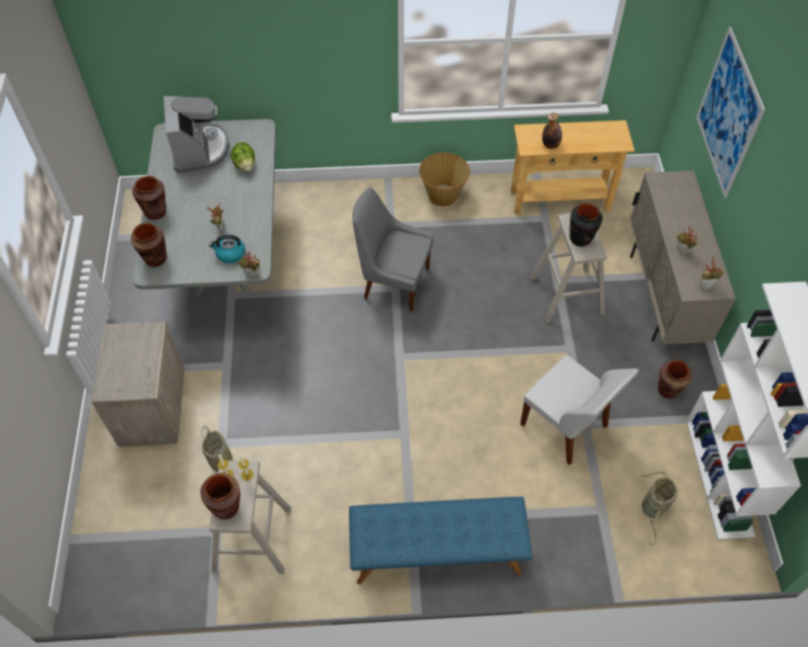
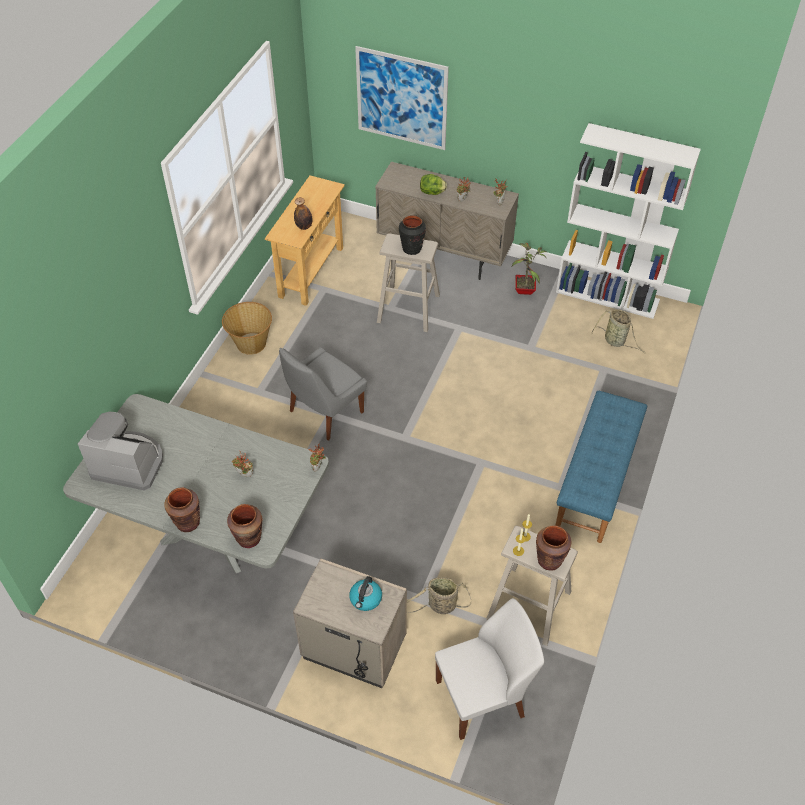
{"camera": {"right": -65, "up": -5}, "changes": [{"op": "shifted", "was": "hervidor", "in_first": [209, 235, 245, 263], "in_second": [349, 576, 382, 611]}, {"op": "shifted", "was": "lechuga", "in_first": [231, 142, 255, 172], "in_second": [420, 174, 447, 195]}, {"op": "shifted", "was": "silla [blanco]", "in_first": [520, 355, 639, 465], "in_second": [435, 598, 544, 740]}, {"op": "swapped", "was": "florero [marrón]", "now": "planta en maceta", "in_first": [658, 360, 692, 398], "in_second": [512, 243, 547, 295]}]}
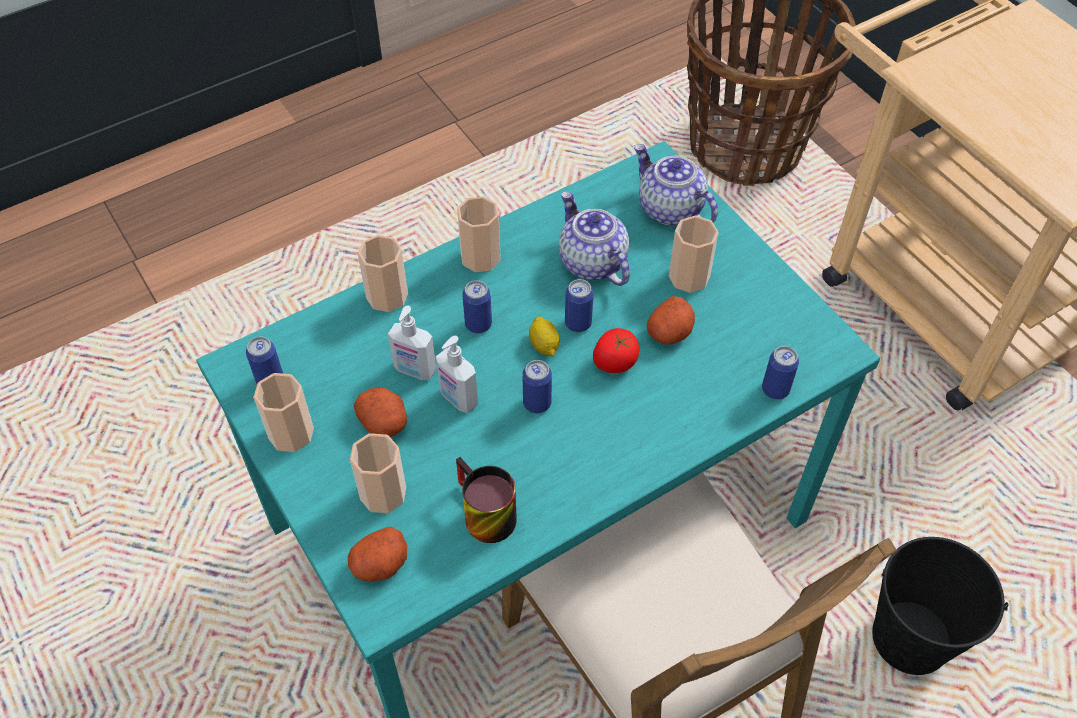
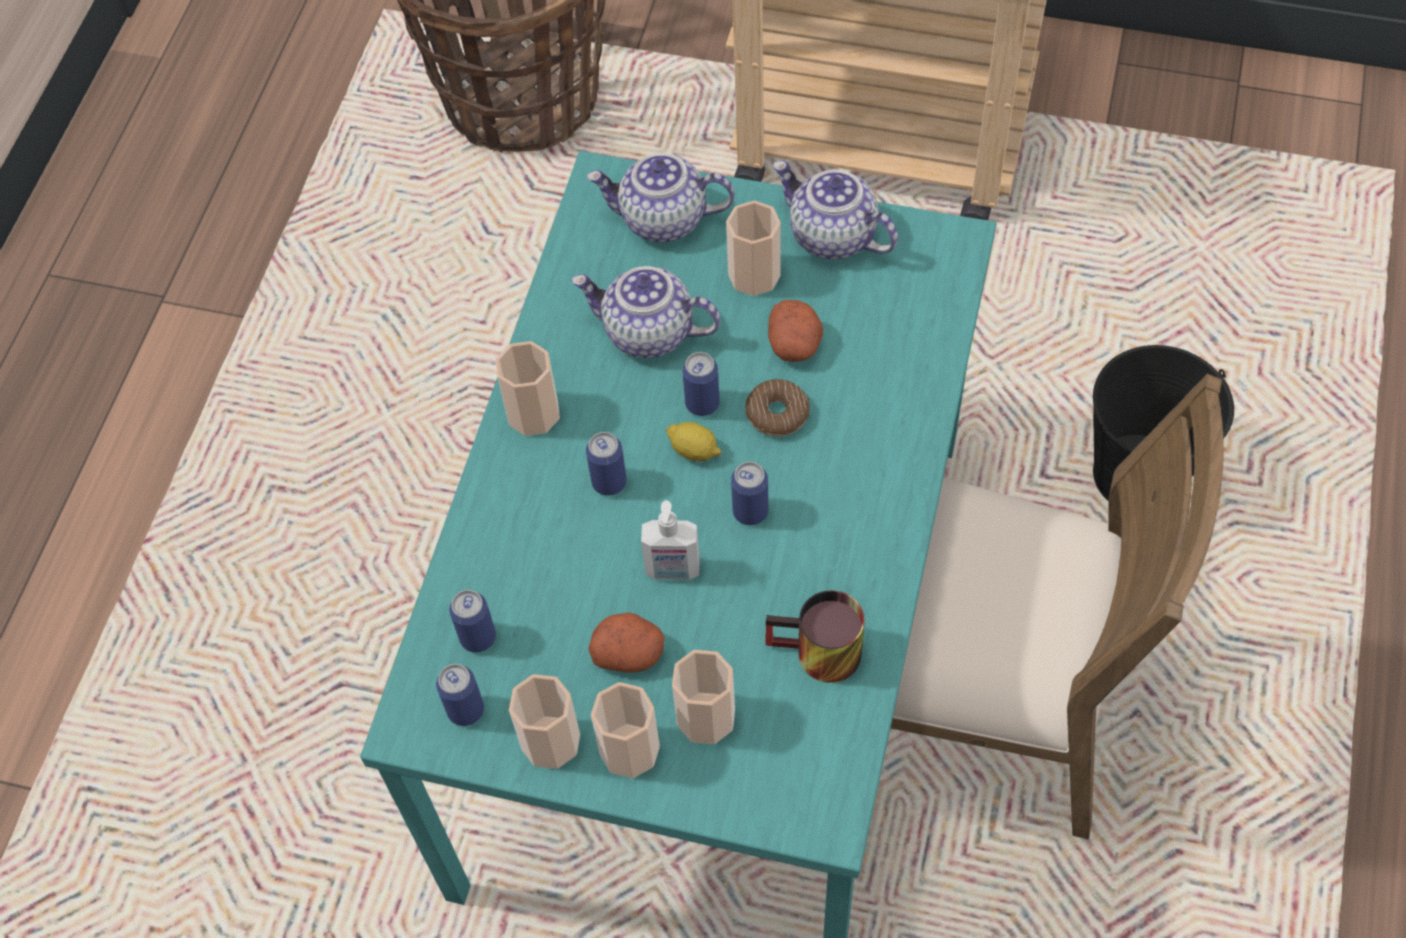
{"camera": {"right": -40, "up": 5}, "changes": [{"op": "gone", "was": "patata", "in_first": [348, 527, 407, 581]}, {"op": "shifted", "was": "taza", "in_first": [358, 235, 408, 312], "in_second": [591, 682, 660, 778]}, {"op": "gone", "was": "dispensador de jabón", "in_first": [388, 305, 436, 380]}, {"op": "swapped", "was": "tomate", "now": "rosquilla", "in_first": [593, 328, 639, 373], "in_second": [746, 379, 810, 436]}, {"op": "shifted", "was": "lata", "in_first": [762, 346, 799, 399], "in_second": [449, 590, 496, 652]}, {"op": "new", "now": "tetera", "in_second": [772, 161, 898, 260]}]}
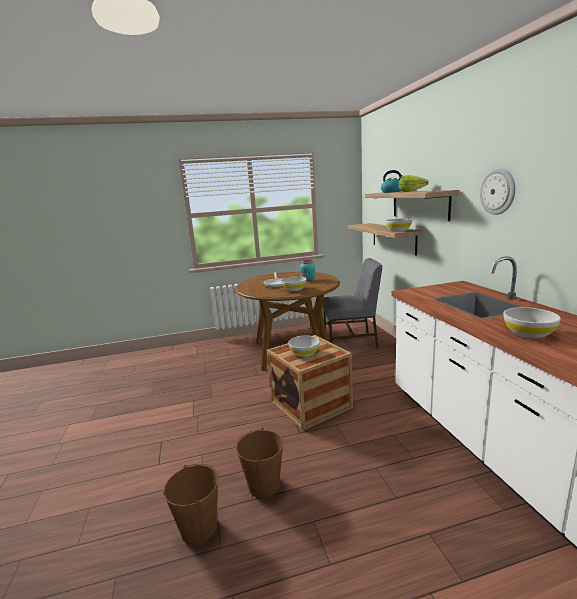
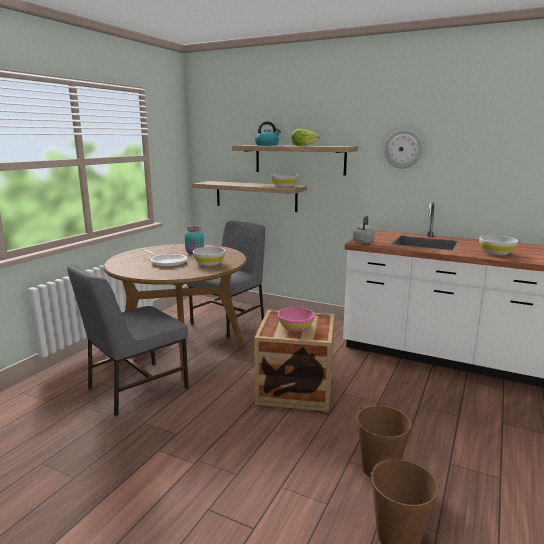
{"camera": {"right": -50, "up": 0}, "changes": [{"op": "repainted", "was": "cuenco [blanco]", "now": "cuenco [rosa]", "in_first": [288, 335, 320, 357], "in_second": [278, 307, 315, 332]}, {"op": "new", "now": "silla [gris]", "in_second": [67, 264, 189, 416]}, {"op": "new", "now": "hervidor [gris]", "in_second": [353, 216, 375, 244]}]}
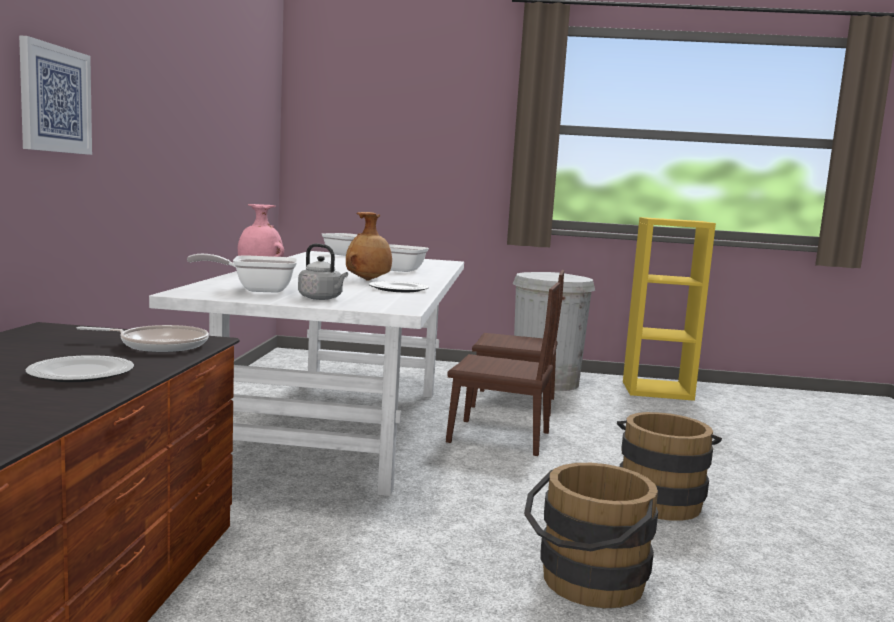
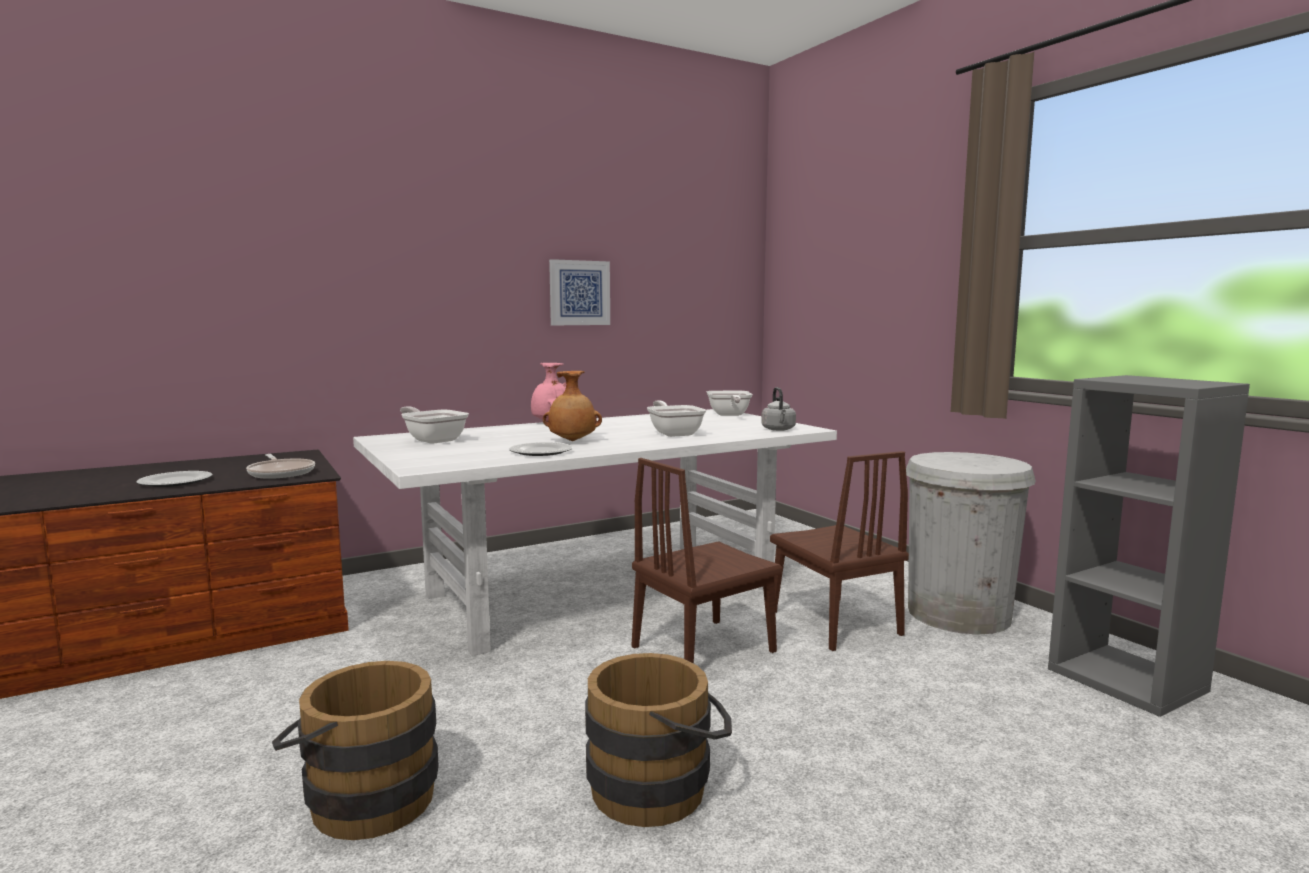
{"camera": {"right": 55, "up": 0}, "changes": [{"op": "shifted", "was": "cuadro", "in_first": [19, 35, 92, 155], "in_second": [549, 259, 610, 325]}, {"op": "shifted", "was": "hervidor [gris]", "in_first": [298, 243, 348, 300], "in_second": [761, 387, 796, 431]}, {"op": "rotated", "was": "silla [marrón]", "in_first": [446, 283, 560, 456], "in_second": [632, 458, 782, 663], "clockwise": 75}, {"op": "repainted", "was": "estantería [amarillo]", "now": "estantería [gris]", "in_first": [623, 217, 716, 401], "in_second": [1048, 375, 1250, 717]}]}
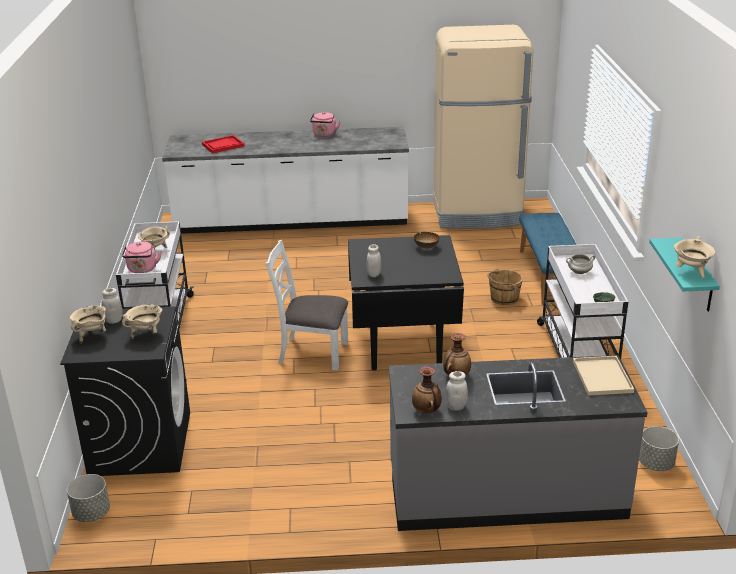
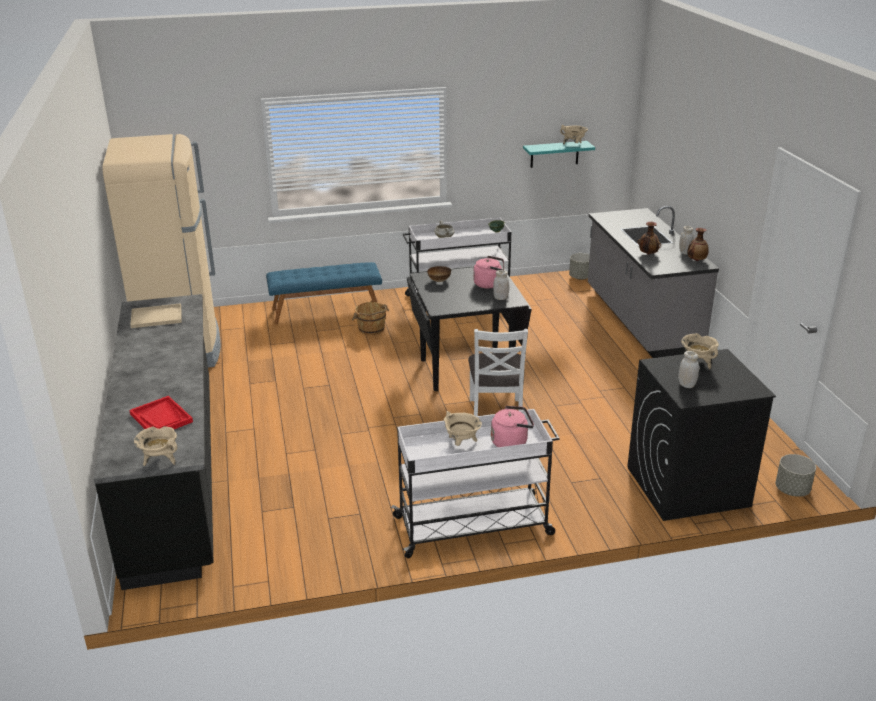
{"camera": {"right": -100, "up": 0}, "changes": [{"op": "shifted", "was": "olla [beis]", "in_first": [70, 306, 106, 343], "in_second": [134, 426, 177, 466]}, {"op": "repainted", "was": "mueble bajo de cocina [blanco]", "now": "mueble bajo de cocina [negro]", "in_first": [162, 127, 409, 234], "in_second": [94, 294, 214, 590]}, {"op": "shifted", "was": "hervidor [rosa]", "in_first": [310, 112, 340, 137], "in_second": [473, 256, 504, 288]}, {"op": "shifted", "was": "bandeja [beis]", "in_first": [573, 356, 634, 396], "in_second": [130, 303, 181, 328]}]}
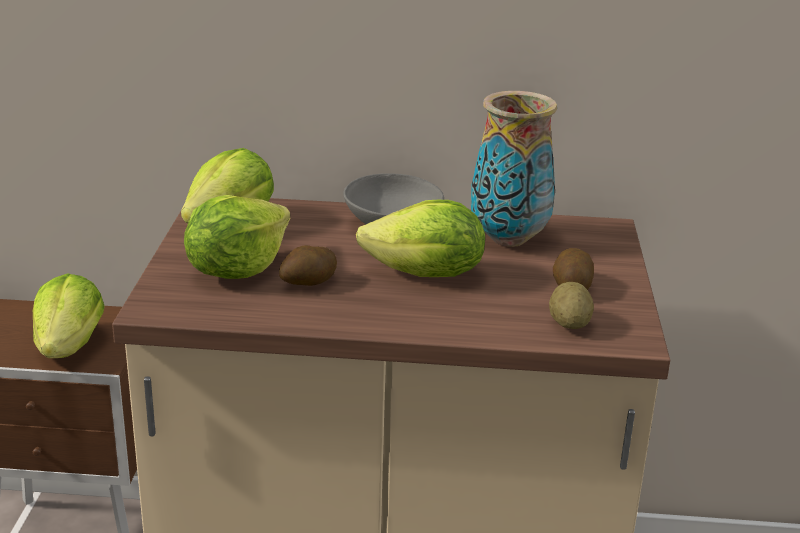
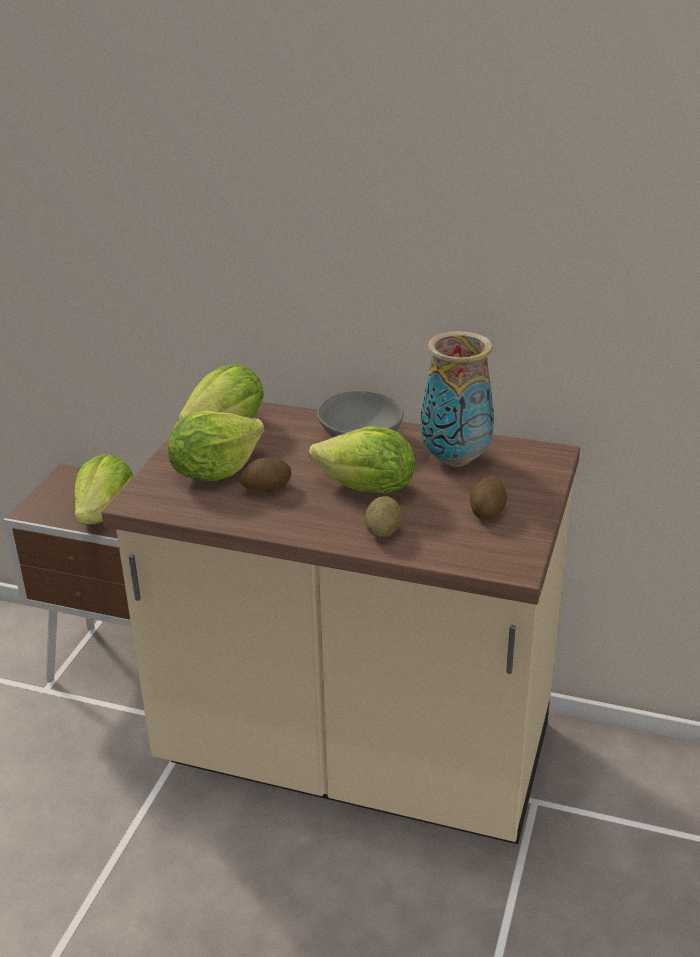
{"camera": {"right": 15, "up": 5}, "changes": [{"op": "shifted", "was": "patata", "in_first": [549, 282, 594, 329], "in_second": [365, 496, 402, 537]}]}
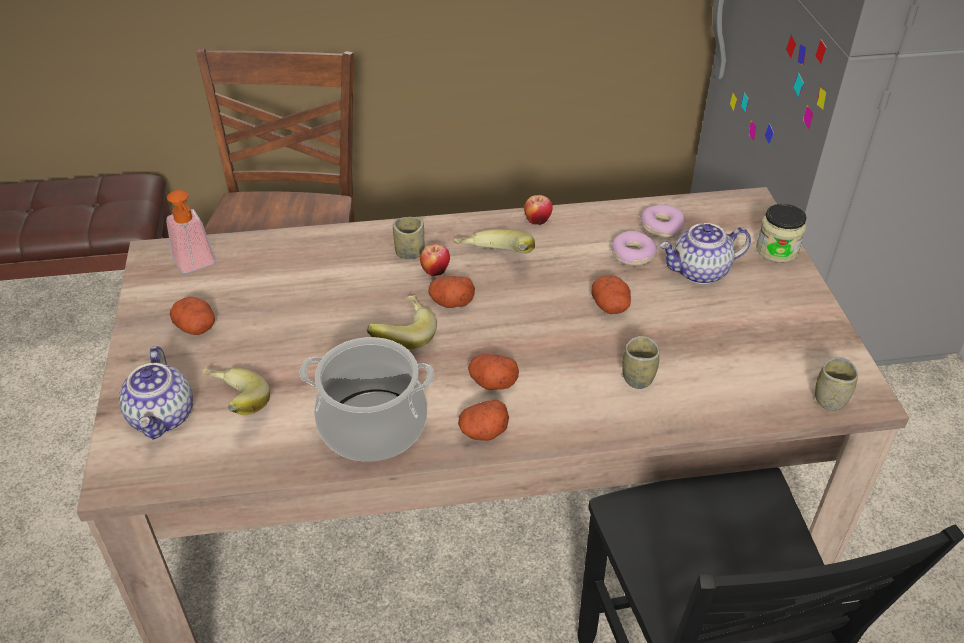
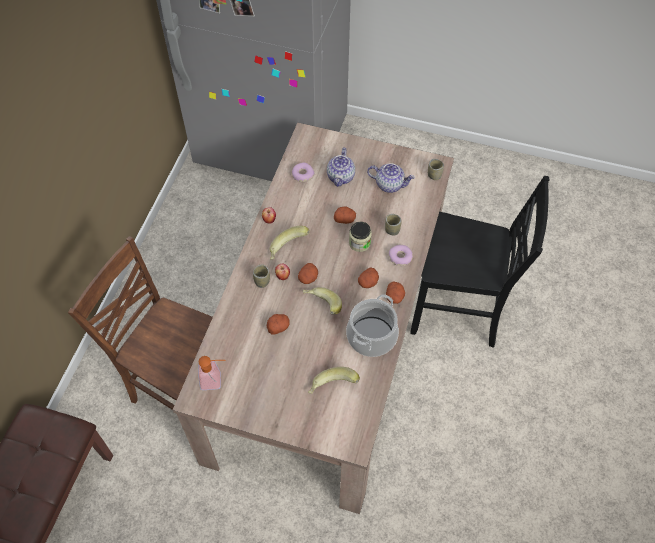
{"camera": {"right": -65, "up": 15}, "changes": [{"op": "shifted", "was": "tetera", "in_first": [119, 346, 193, 440], "in_second": [367, 163, 415, 193]}, {"op": "shifted", "was": "patata", "in_first": [170, 297, 215, 335], "in_second": [267, 314, 290, 335]}, {"op": "shifted", "was": "rosquilla", "in_first": [612, 231, 657, 266], "in_second": [389, 245, 413, 266]}, {"op": "shifted", "was": "tarro", "in_first": [756, 204, 807, 263], "in_second": [349, 222, 372, 252]}]}
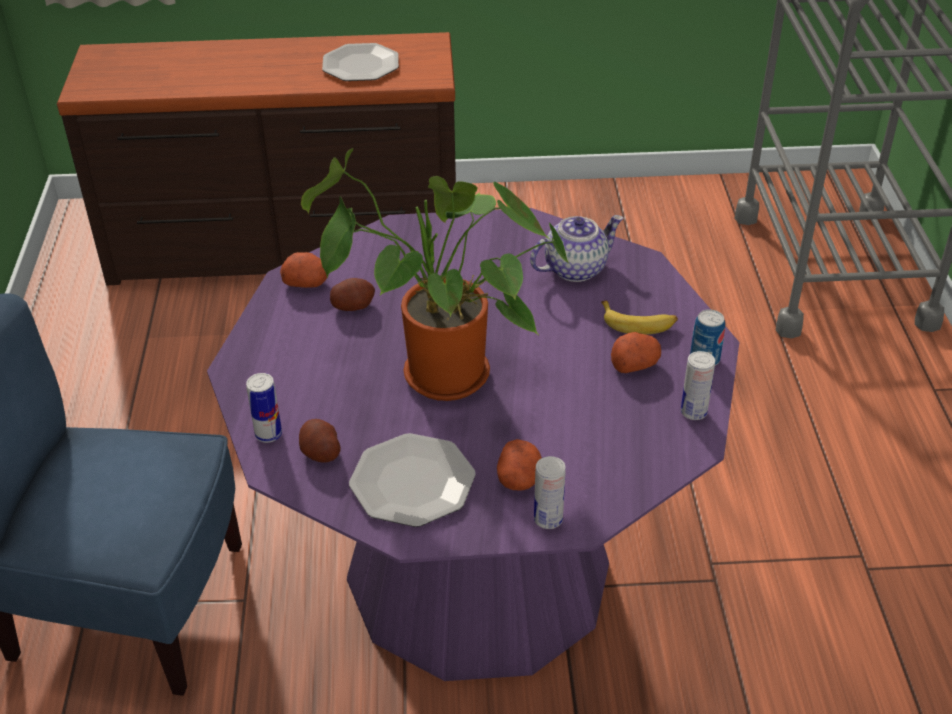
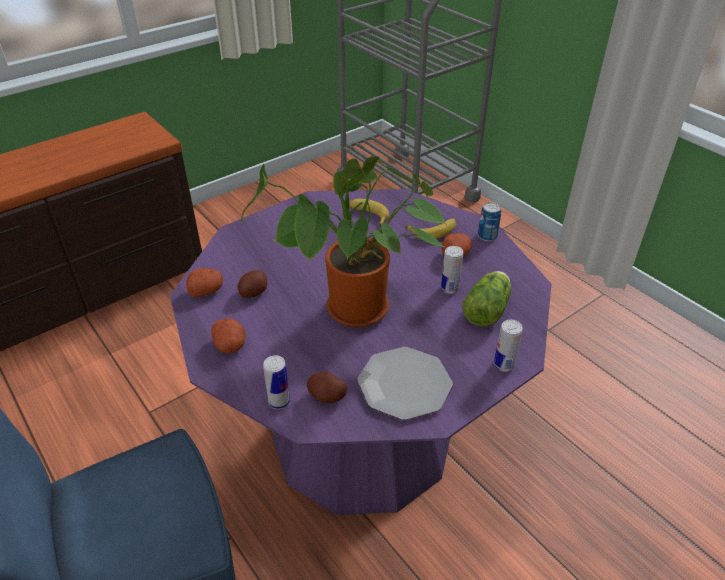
{"camera": {"right": -35, "up": 0}, "changes": [{"op": "gone", "was": "plato", "in_first": [322, 43, 399, 81]}, {"op": "shifted", "was": "patata", "in_first": [497, 439, 542, 491], "in_second": [211, 318, 246, 354]}, {"op": "swapped", "was": "tetera", "now": "plátano", "in_first": [530, 215, 624, 282], "in_second": [349, 199, 389, 226]}, {"op": "shifted", "was": "lata", "in_first": [681, 351, 715, 420], "in_second": [441, 246, 463, 294]}, {"op": "new", "now": "lechuga", "in_second": [462, 271, 511, 327]}]}
